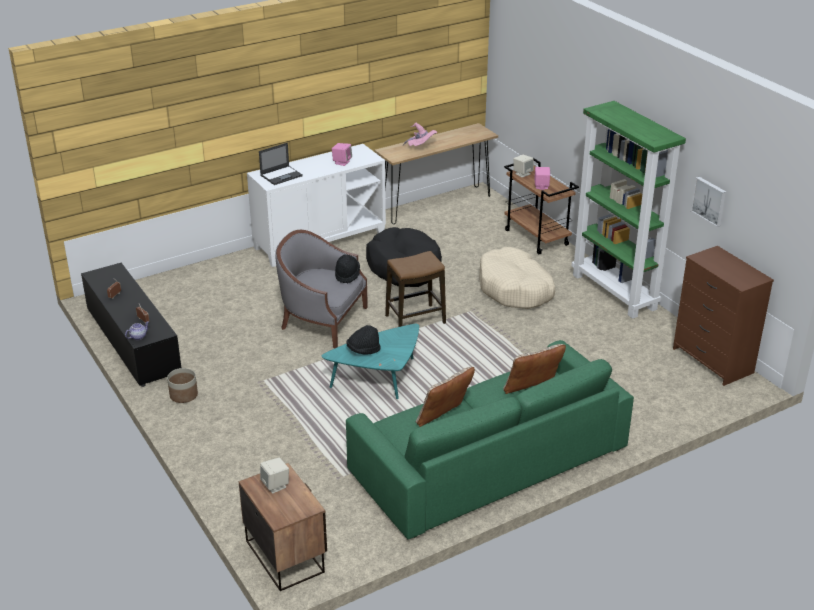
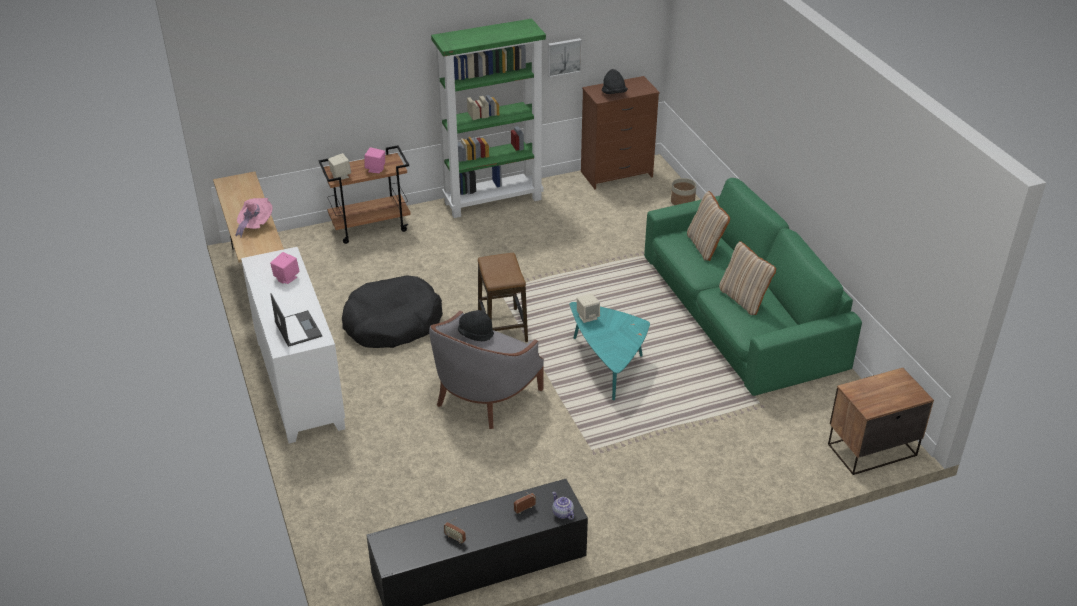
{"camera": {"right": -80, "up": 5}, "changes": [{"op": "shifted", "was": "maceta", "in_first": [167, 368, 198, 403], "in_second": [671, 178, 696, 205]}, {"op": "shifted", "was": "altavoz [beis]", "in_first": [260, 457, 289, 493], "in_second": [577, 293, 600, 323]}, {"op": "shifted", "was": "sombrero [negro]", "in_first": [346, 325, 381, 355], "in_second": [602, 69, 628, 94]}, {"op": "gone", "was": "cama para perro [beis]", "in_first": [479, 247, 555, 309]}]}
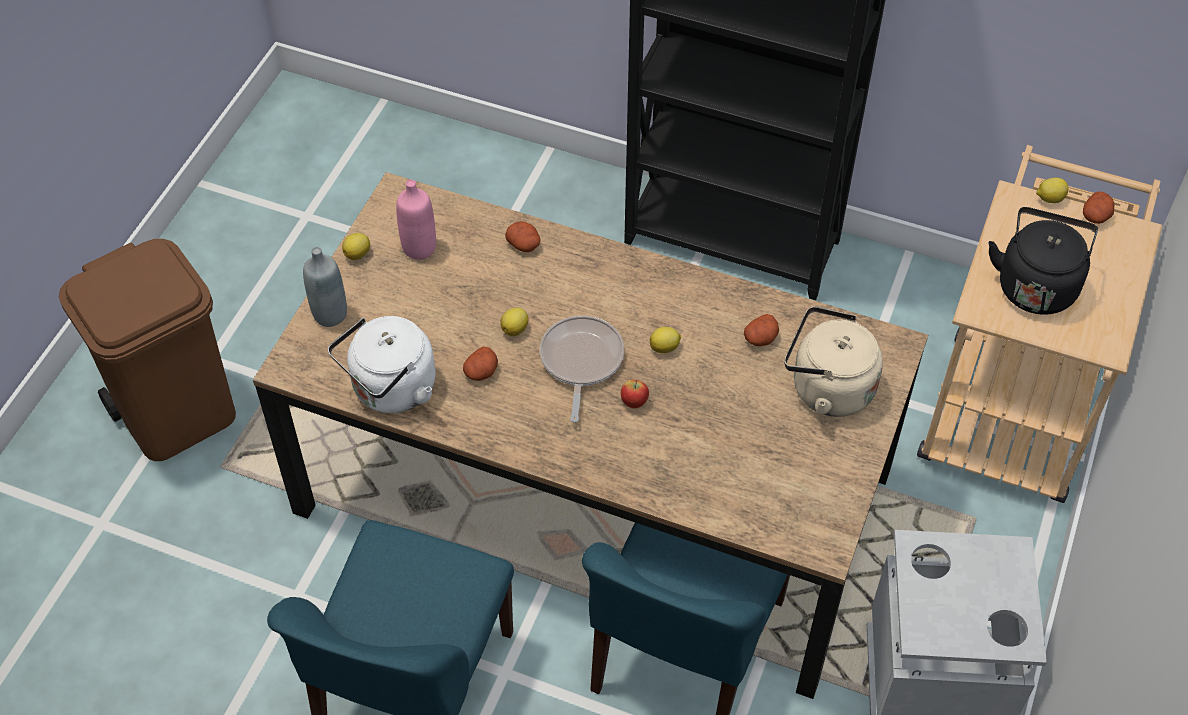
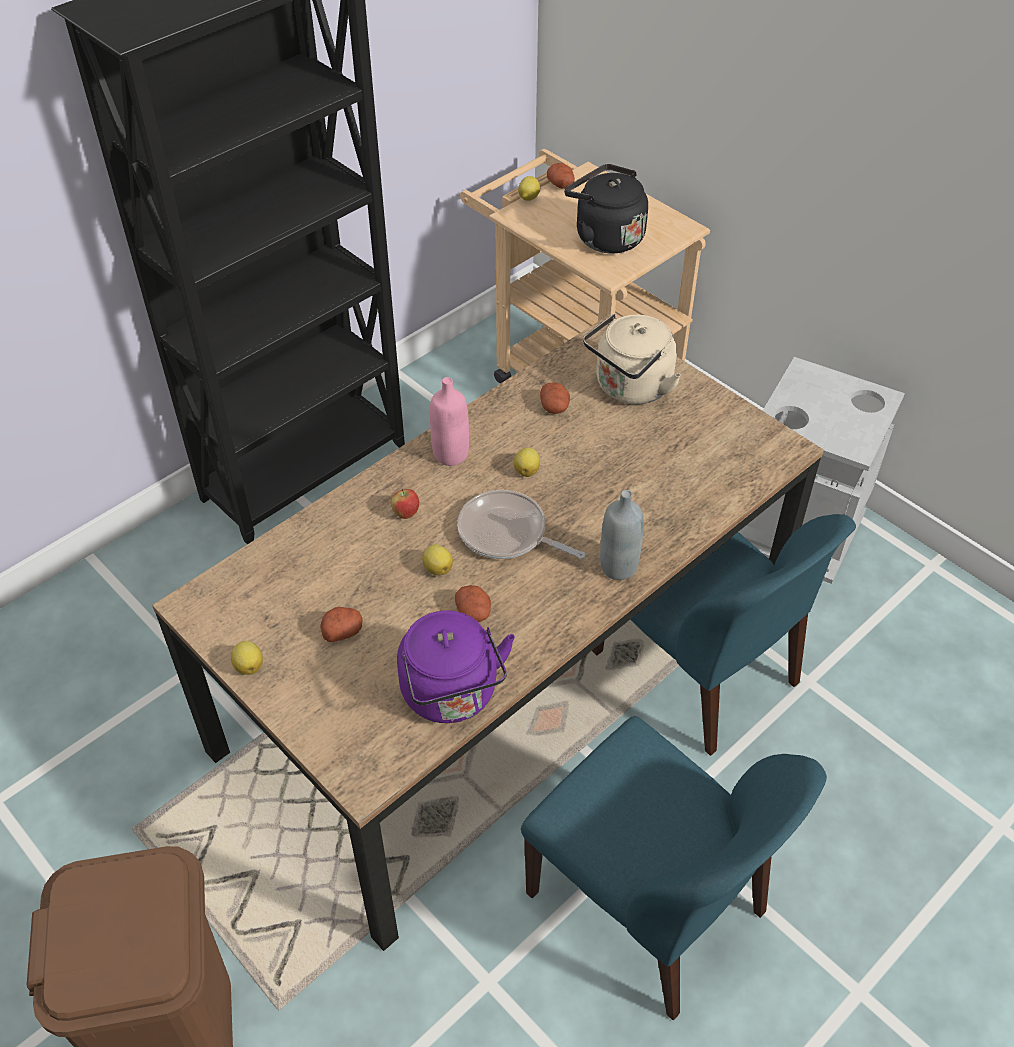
{"camera": {"right": -65, "up": -5}, "changes": [{"op": "shifted", "was": "botella [gris]", "in_first": [303, 247, 347, 327], "in_second": [600, 490, 644, 580]}, {"op": "repainted", "was": "hervidor [blanco]", "now": "hervidor [morado]", "in_first": [328, 316, 436, 413], "in_second": [397, 610, 515, 723]}, {"op": "shifted", "was": "botella [rosa]", "in_first": [396, 179, 436, 260], "in_second": [430, 377, 469, 466]}, {"op": "shifted", "was": "patata", "in_first": [505, 221, 541, 252], "in_second": [320, 607, 362, 642]}, {"op": "shifted", "was": "manzana", "in_first": [621, 380, 649, 408], "in_second": [391, 489, 419, 519]}]}
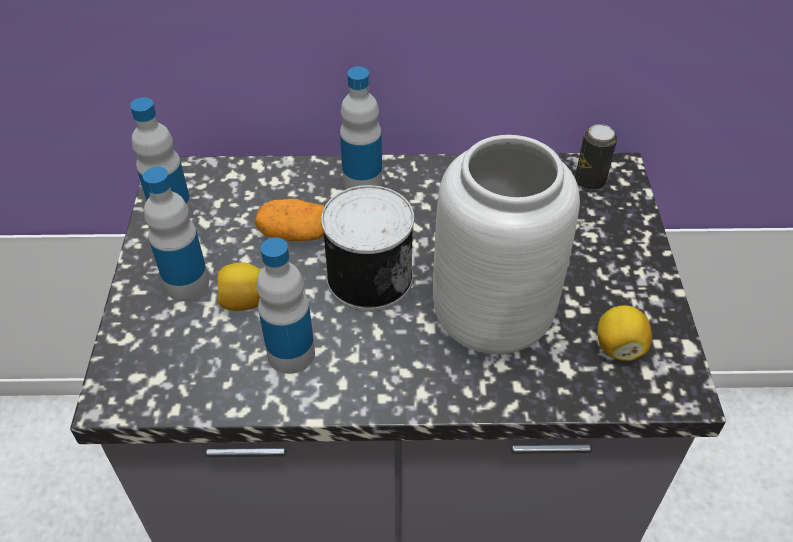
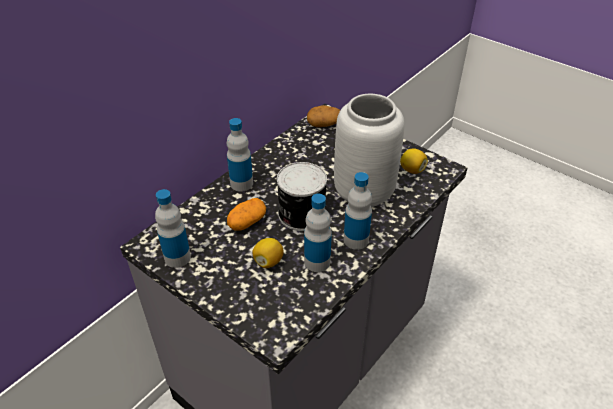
{"camera": {"right": -50, "up": -5}, "changes": [{"op": "shifted", "was": "botella", "in_first": [143, 167, 209, 301], "in_second": [344, 172, 372, 250]}, {"op": "swapped", "was": "lata", "now": "patata", "in_first": [575, 124, 617, 190], "in_second": [307, 105, 340, 127]}]}
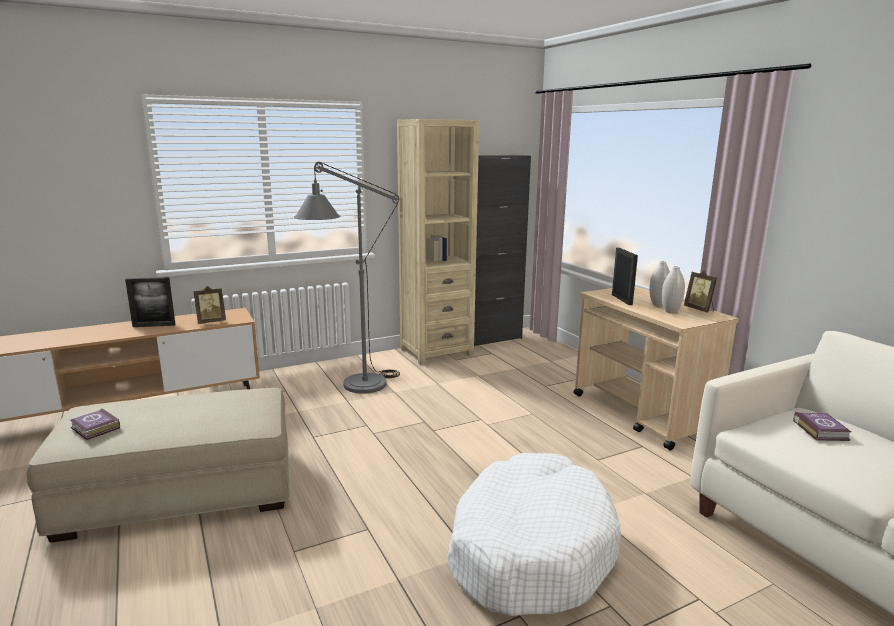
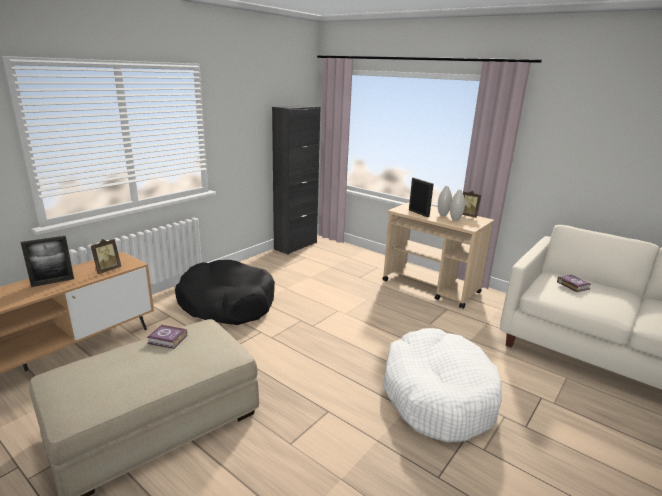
{"camera": {"right": -25, "up": 5}, "changes": [{"op": "shifted", "was": "libro", "in_first": [70, 409, 120, 440], "in_second": [147, 325, 187, 349]}, {"op": "swapped", "was": "lámpara de pie [gris]", "now": "cama para perro [negro]", "in_first": [294, 162, 400, 394], "in_second": [175, 260, 275, 325]}, {"op": "gone", "was": "estantería [beis]", "in_first": [397, 119, 479, 365]}]}
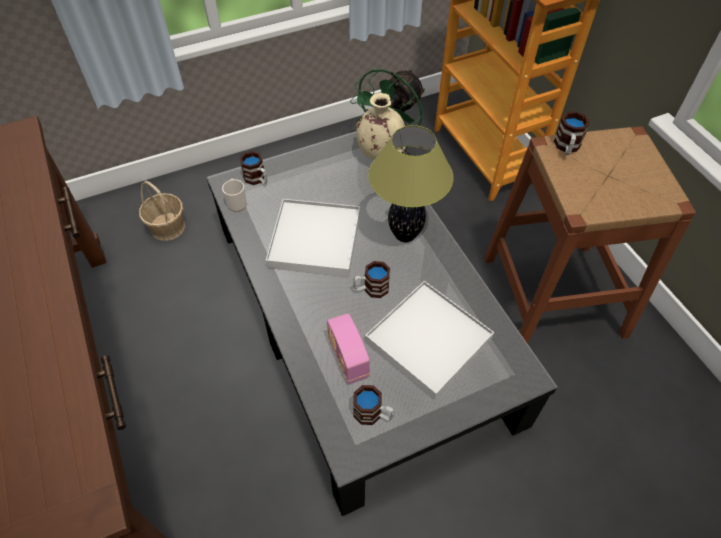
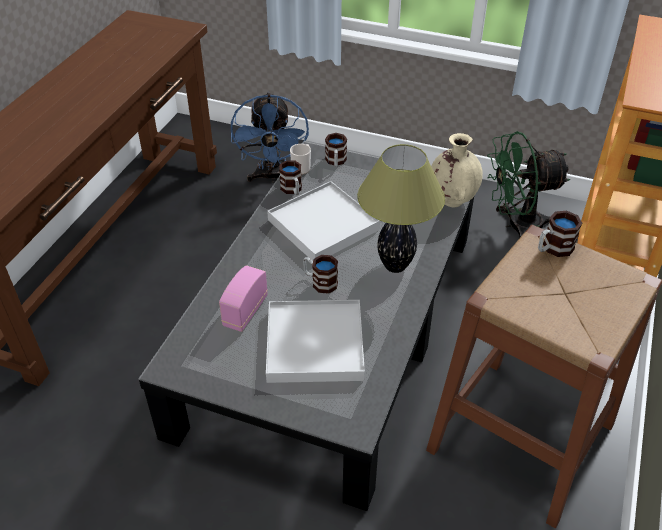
{"camera": {"right": 45, "up": -10}, "changes": [{"op": "swapped", "was": "cesta", "now": "ventilador [azul]", "in_first": [139, 181, 185, 241], "in_second": [231, 92, 309, 183]}, {"op": "shifted", "was": "taza grande", "in_first": [353, 385, 394, 425], "in_second": [279, 160, 302, 195]}]}
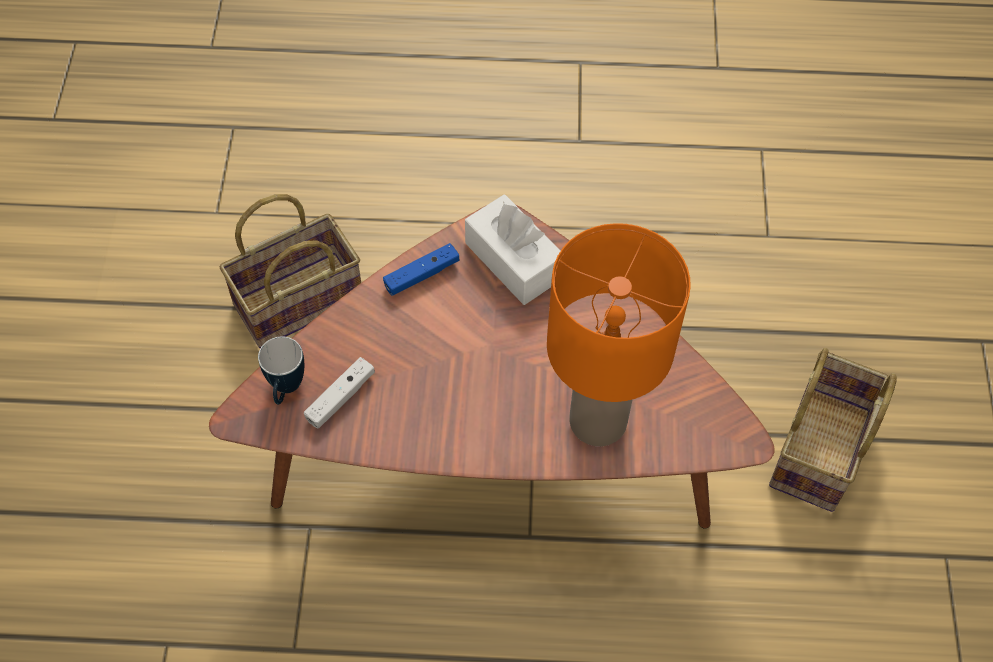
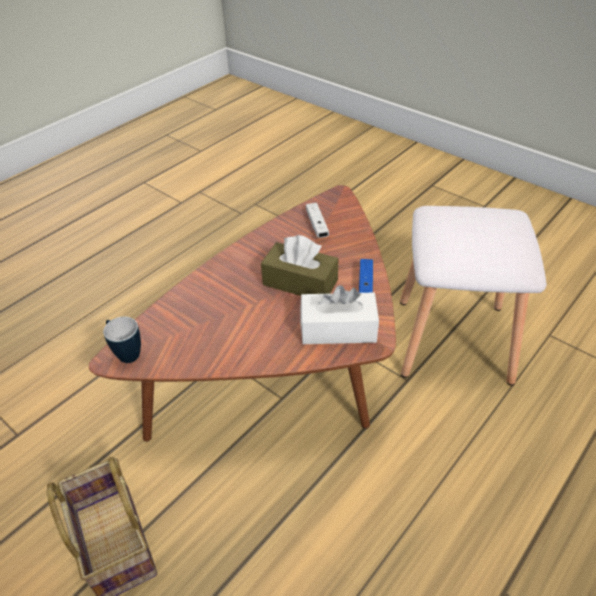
{"camera": {"right": 130, "up": -15}, "changes": [{"op": "swapped", "was": "cesta", "now": "taburete [blanco]", "in_first": [220, 194, 361, 348], "in_second": [400, 206, 547, 386]}, {"op": "shifted", "was": "taza grande", "in_first": [258, 336, 304, 405], "in_second": [103, 317, 141, 363]}, {"op": "gone", "was": "lámpara de mesa [naranja]", "in_first": [547, 223, 691, 446]}, {"op": "new", "now": "caja de pañuelos [marrón]", "in_second": [261, 235, 338, 296]}]}
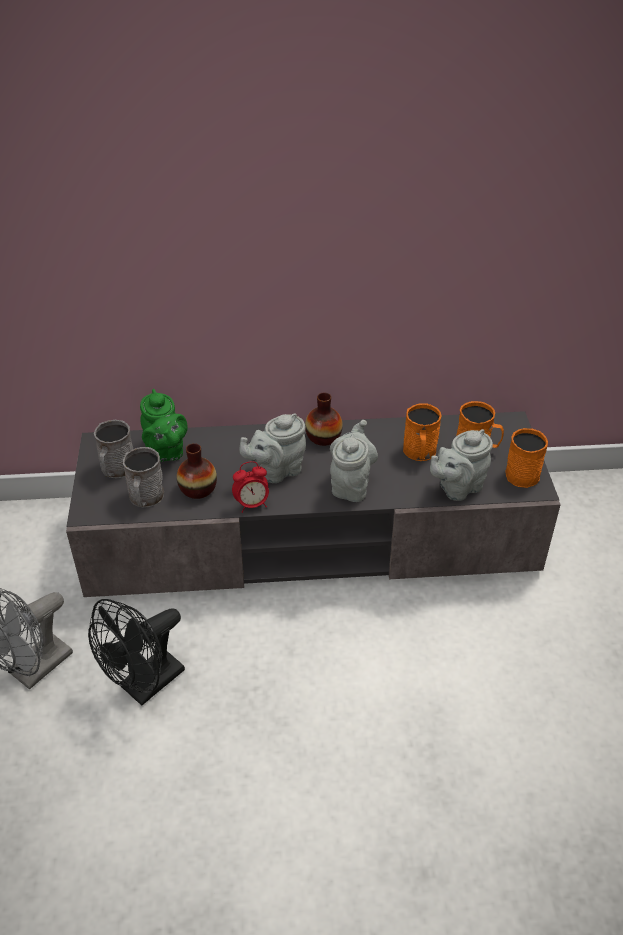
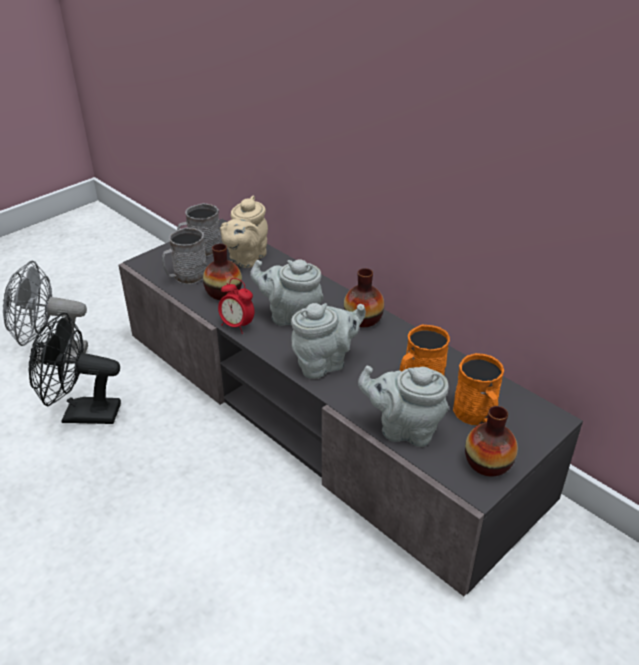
{"camera": {"right": 50, "up": -5}, "changes": [{"op": "repainted", "was": "tetera [verde]", "now": "tetera [beis]", "in_first": [140, 389, 188, 462], "in_second": [220, 196, 268, 268]}, {"op": "swapped", "was": "taza grande [naranja]", "now": "florero", "in_first": [505, 428, 548, 488], "in_second": [465, 406, 518, 476]}]}
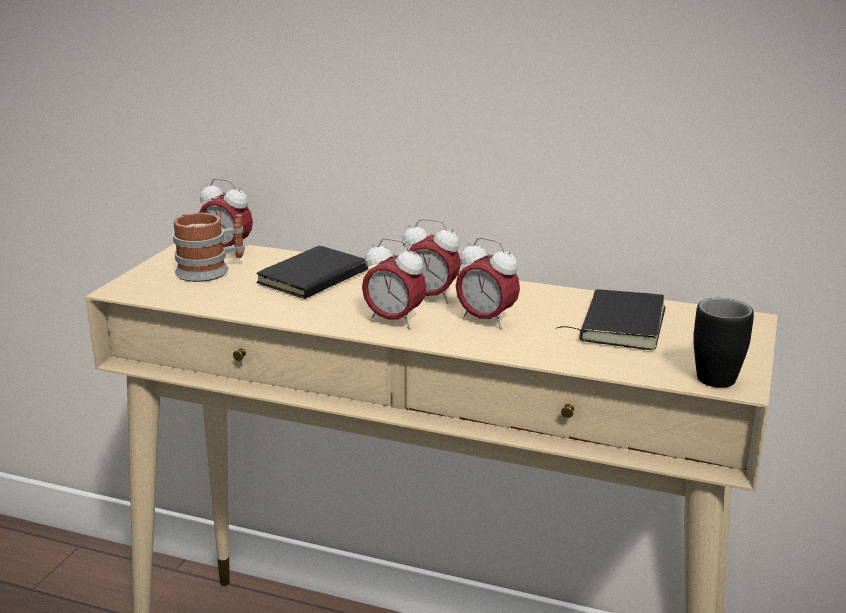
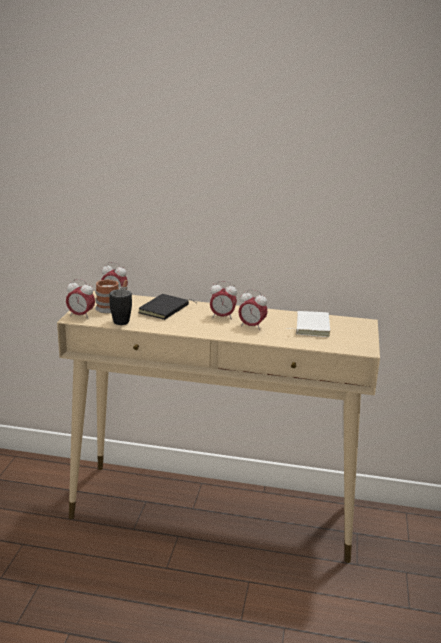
{"camera": {"right": -10, "up": 0}, "changes": [{"op": "shifted", "was": "despertador", "in_first": [362, 238, 426, 329], "in_second": [66, 279, 95, 319]}, {"op": "repainted", "was": "libro [negro]", "now": "libro [blanco]", "in_first": [557, 289, 665, 350], "in_second": [287, 311, 330, 337]}, {"op": "shifted", "was": "taza grande [negro]", "in_first": [693, 298, 754, 388], "in_second": [109, 289, 132, 325]}]}
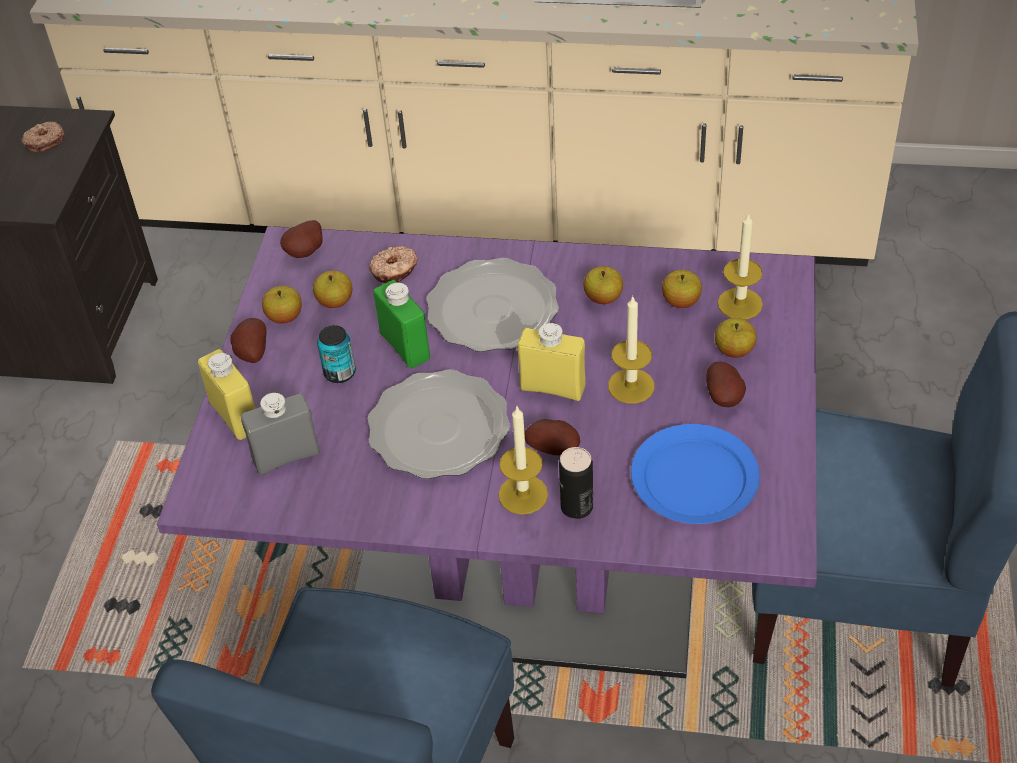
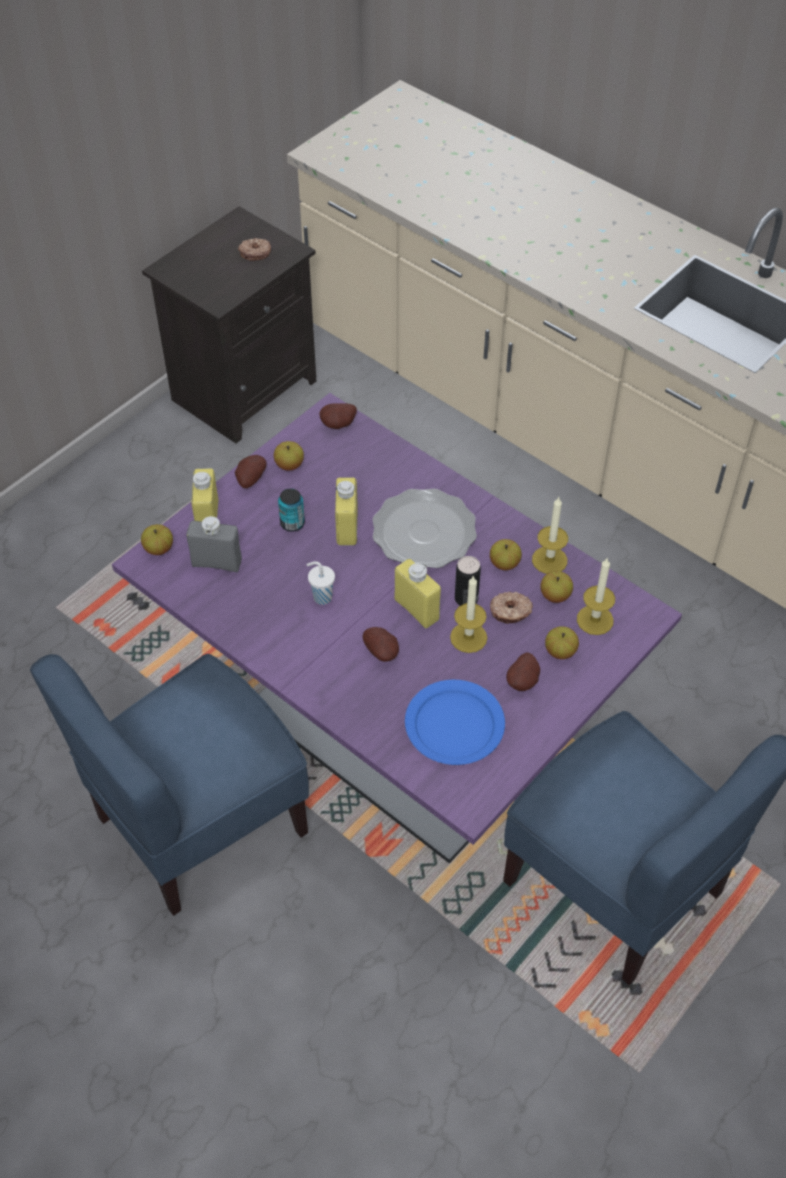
{"camera": {"right": 30, "up": 5}, "changes": [{"op": "shifted", "was": "manzana", "in_first": [313, 271, 352, 308], "in_second": [141, 524, 173, 555]}, {"op": "swapped", "was": "plato", "now": "taza [blanco]", "in_first": [368, 369, 510, 479], "in_second": [306, 561, 335, 605]}, {"op": "shifted", "was": "rosquilla", "in_first": [369, 246, 418, 283], "in_second": [490, 592, 533, 624]}, {"op": "repainted", "was": "botella [verde]", "now": "botella [amarillo]", "in_first": [374, 280, 430, 368], "in_second": [335, 478, 358, 545]}, {"op": "shifted", "was": "vela", "in_first": [498, 407, 548, 515], "in_second": [532, 496, 568, 574]}, {"op": "shifted", "was": "lata", "in_first": [559, 447, 593, 519], "in_second": [455, 556, 481, 606]}]}
